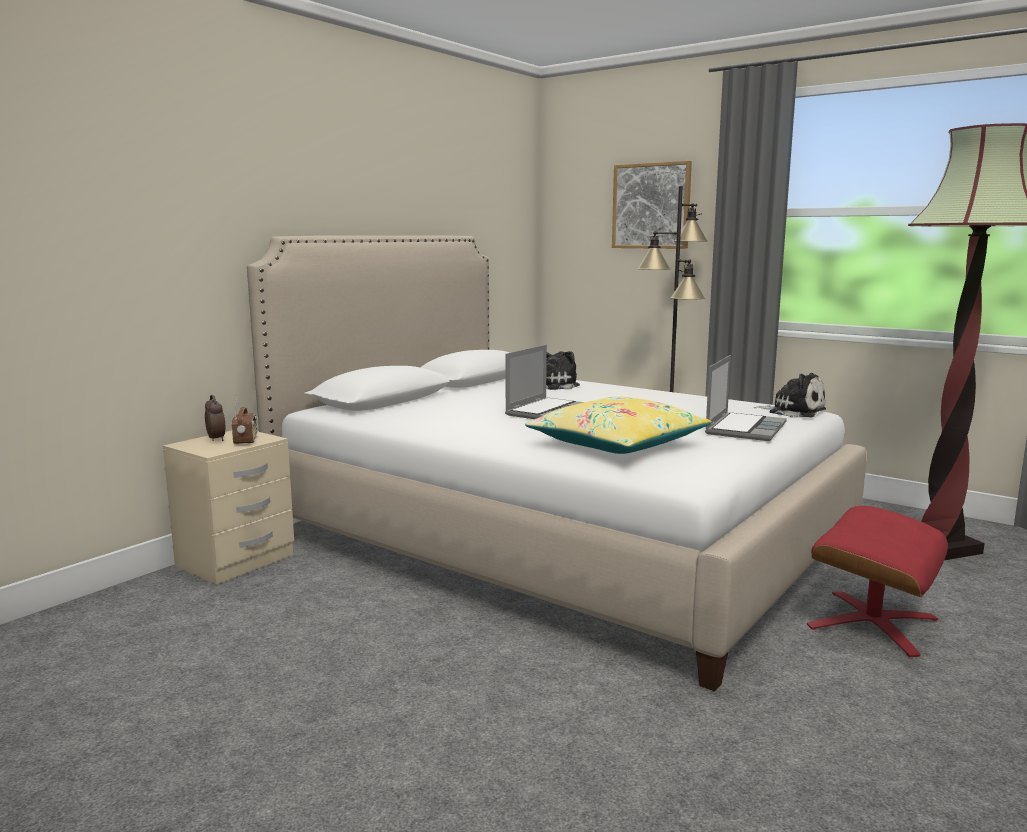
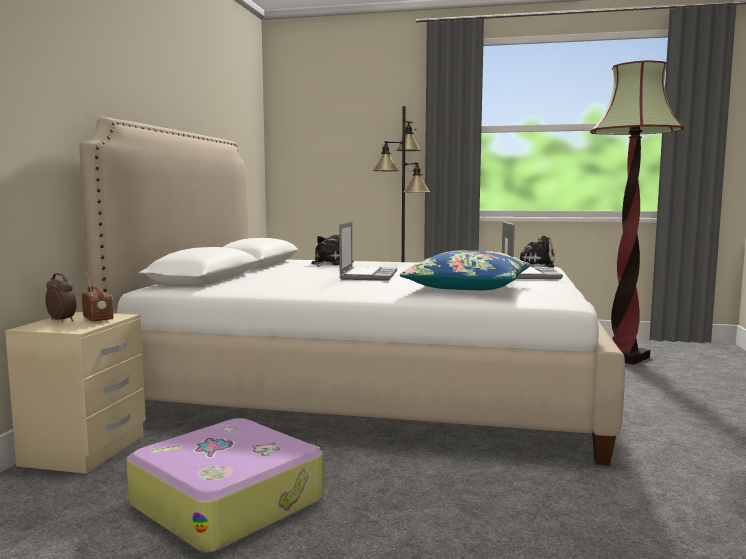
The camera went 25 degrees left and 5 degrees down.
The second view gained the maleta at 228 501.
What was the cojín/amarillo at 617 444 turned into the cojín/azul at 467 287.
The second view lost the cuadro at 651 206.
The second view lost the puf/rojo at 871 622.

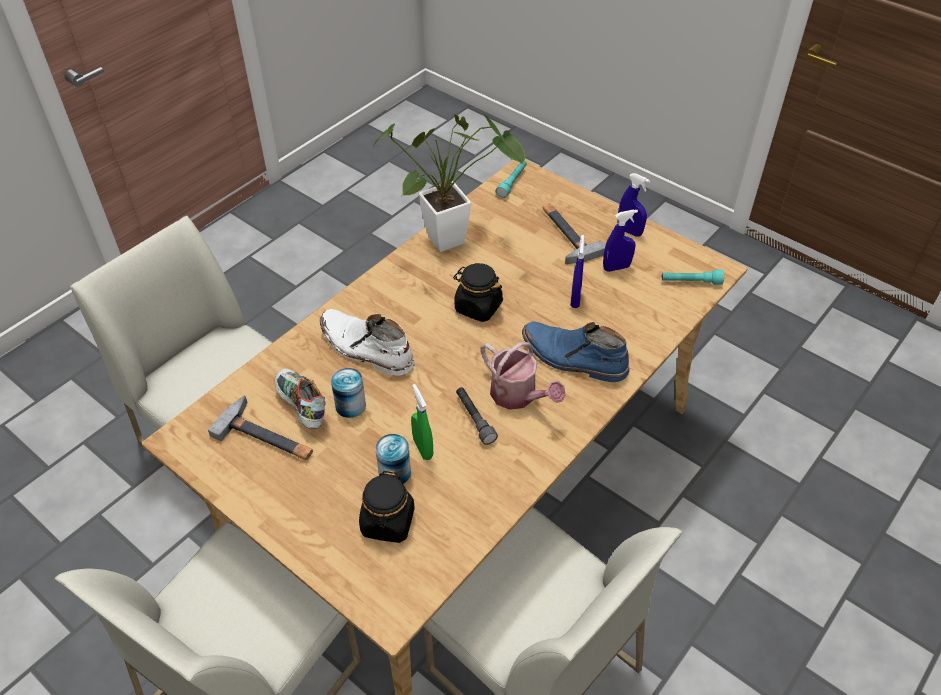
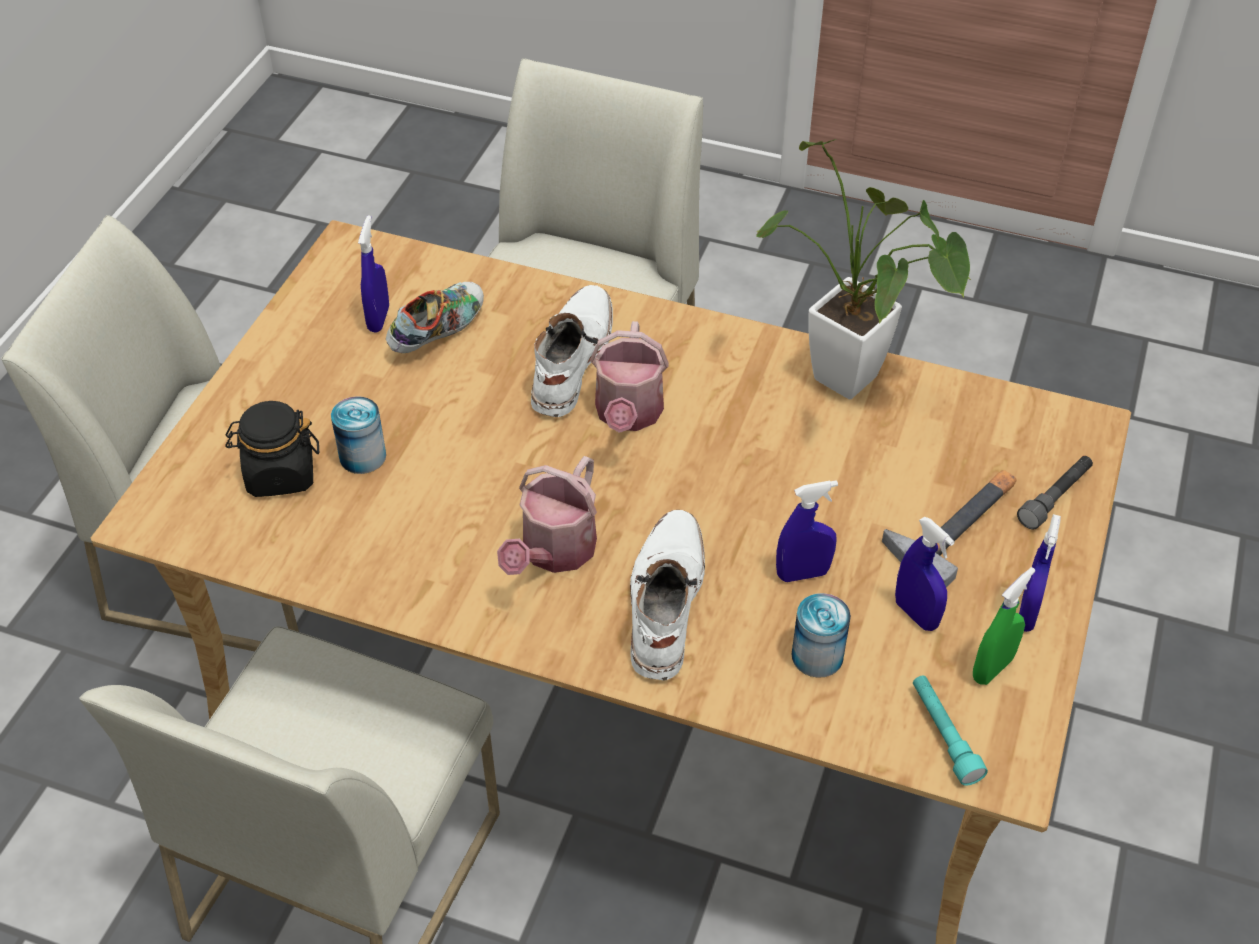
The camera went 70 degrees right and 0 degrees up.
Where the martillo stood at 268 436, the pulverizador/azul came to stand at 378 319.
The second view gained the regadera at 628 415.
What was the bota/azul at 573 358 turned into the bota/blanco at 664 602.
The lata ended up elsewhere, having gone from 350 405 to 817 656.
The pulverizador/verde ended up elsewhere, having gone from 423 448 to 992 668.
The linterna/gris ended up elsewhere, having gone from 474 419 to 1055 498.
The second view lost the tarro/negro at 478 307.
The second view lost the linterna/turquesa at 512 183.

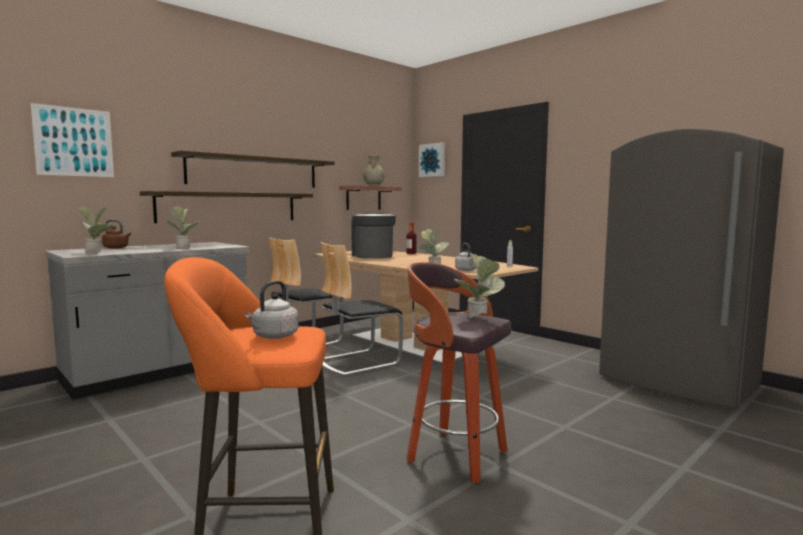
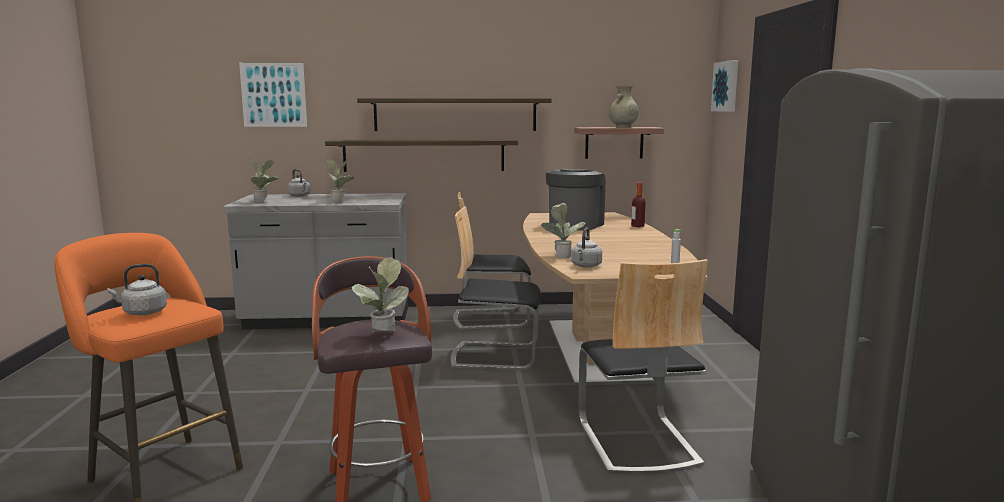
The camera went 40 degrees right and 5 degrees up.
What was the hervidor/marrón at 117 248 turned into the hervidor/gris at 300 196.
The second view gained the silla at 636 442.

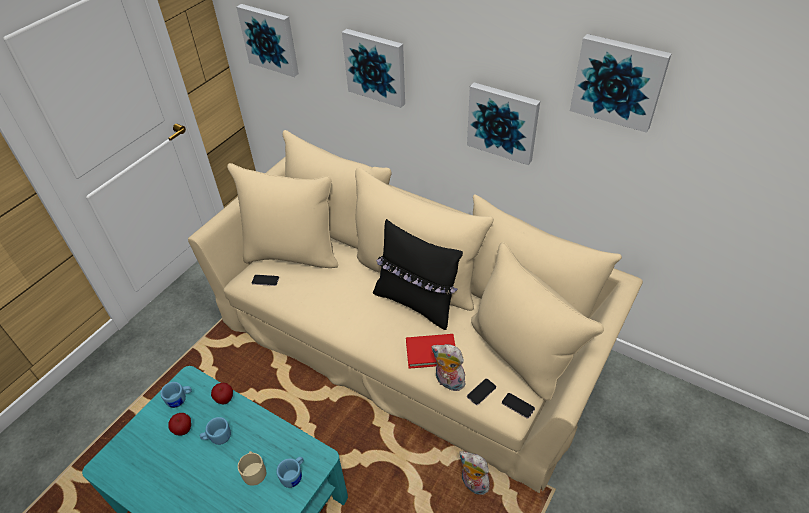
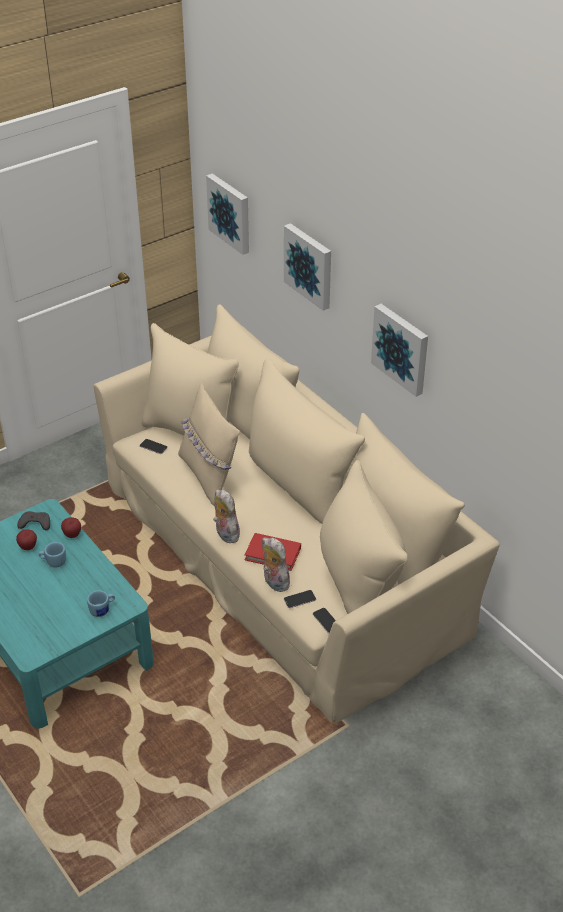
The camera went 20 degrees right and 5 degrees down.
Where the taza grande/azul stood at 180 399, the mando de consola/gris came to stand at 35 523.
The second view gained the cojín/beis at 209 476.
The peluche ended up elsewhere, having gone from 473 484 to 225 534.
The second view lost the taza grande/beis at 254 470.
The second view lost the cojín/negro at 416 302.
The second view lost the cuadro at 618 81.

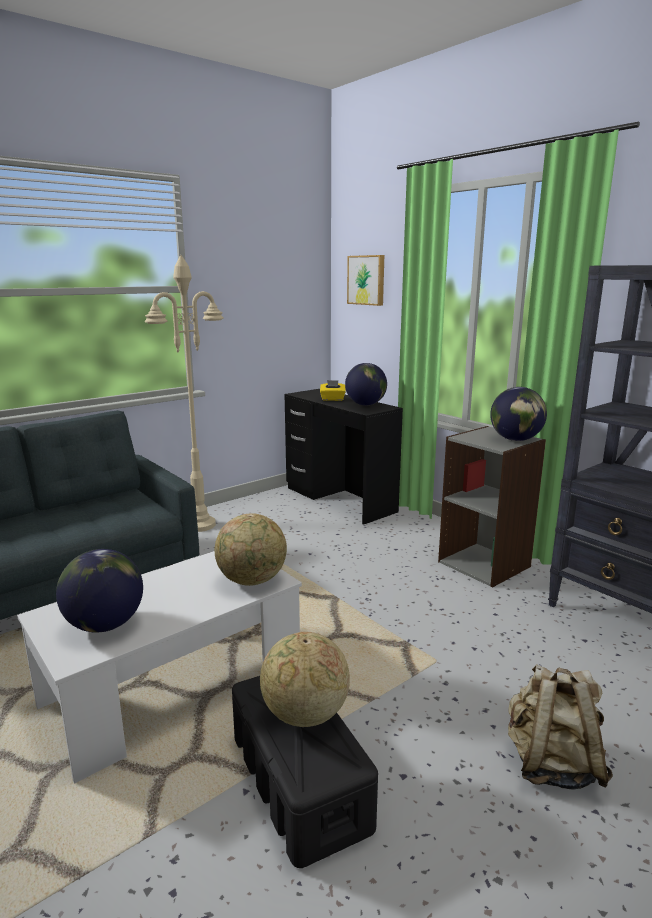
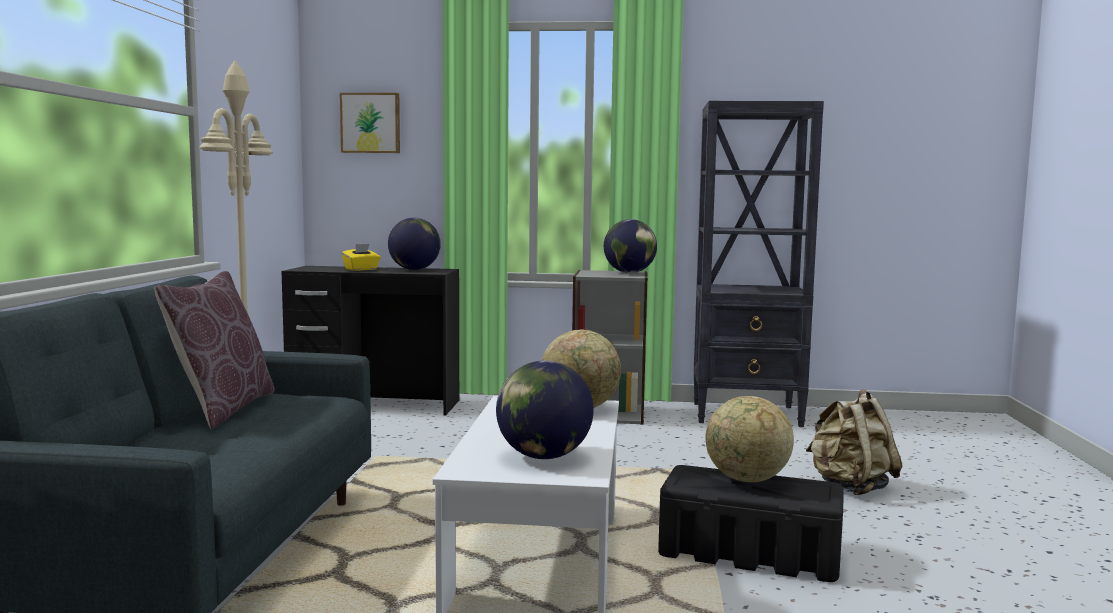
The camera went 45 degrees left and 10 degrees down.
The second view gained the cojín/marrón at 223 409.

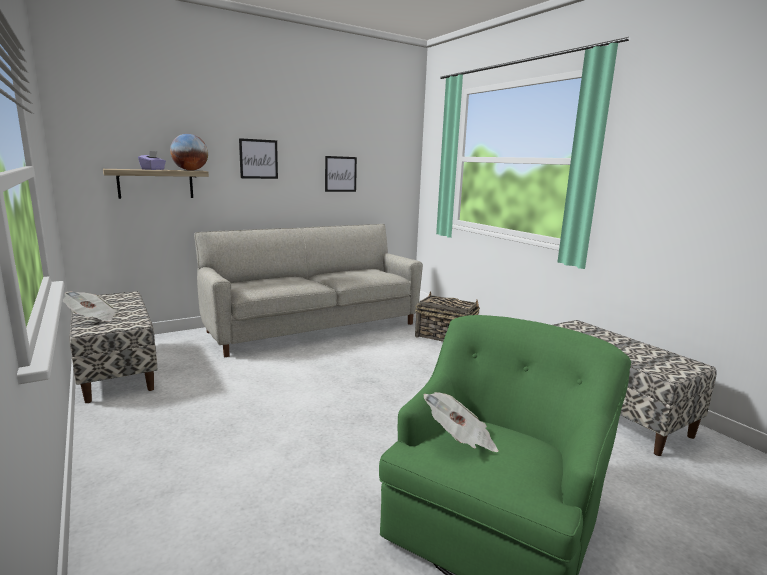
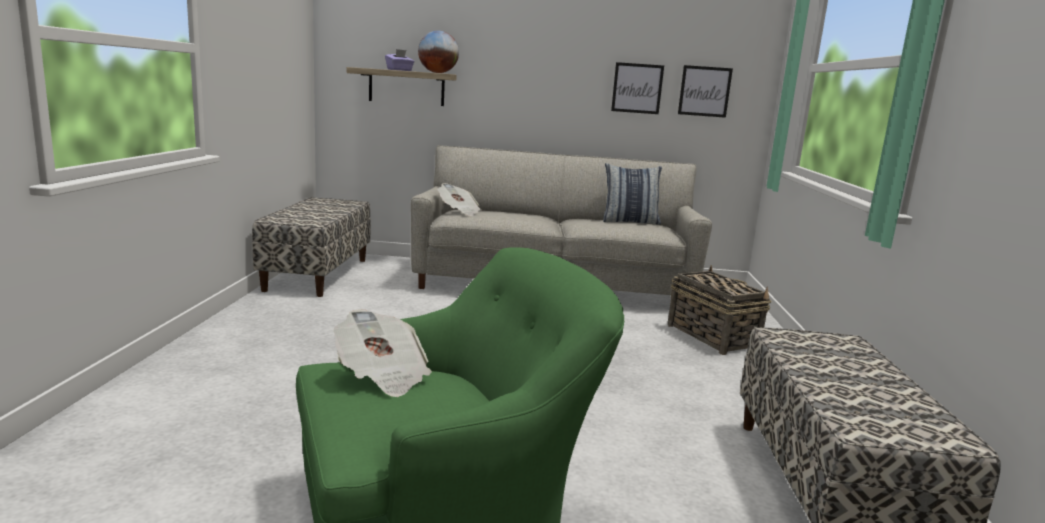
The camera went 35 degrees right and 0 degrees up.
The periódico ended up elsewhere, having gone from 92 318 to 459 211.
The second view gained the cojín at 630 221.
The cuadro ended up elsewhere, having gone from 258 159 to 704 91.

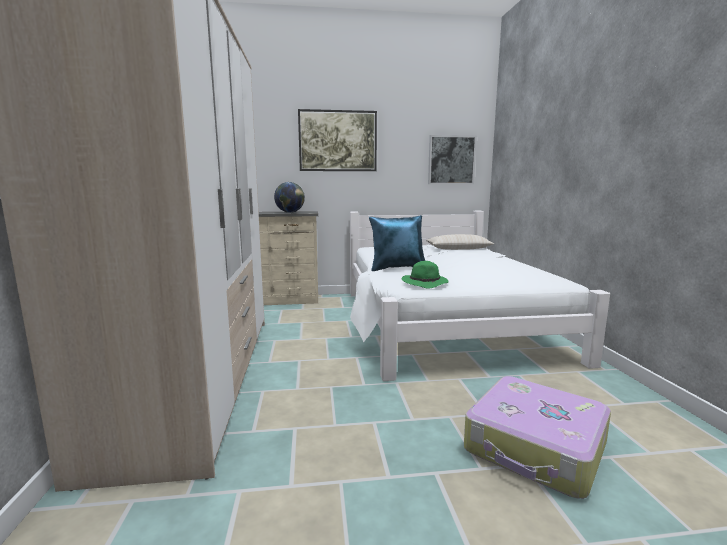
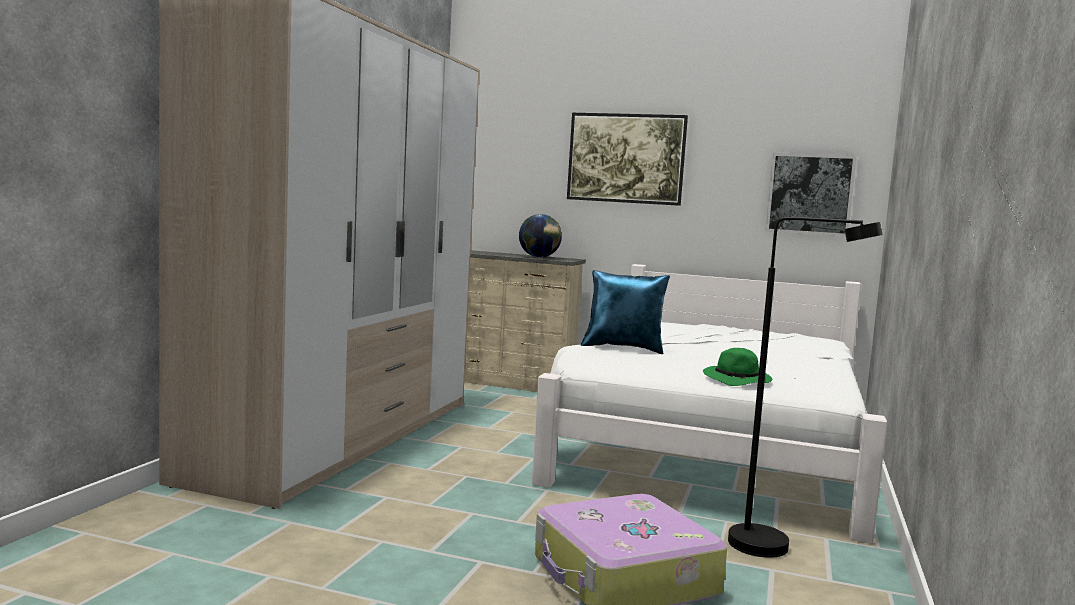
The camera went 25 degrees right and 5 degrees down.
The sombrero/verde ended up elsewhere, having gone from 425 283 to 738 380.
The second view gained the lámpara de pie/negro at 776 548.
The second view lost the cojín/beis at 458 249.

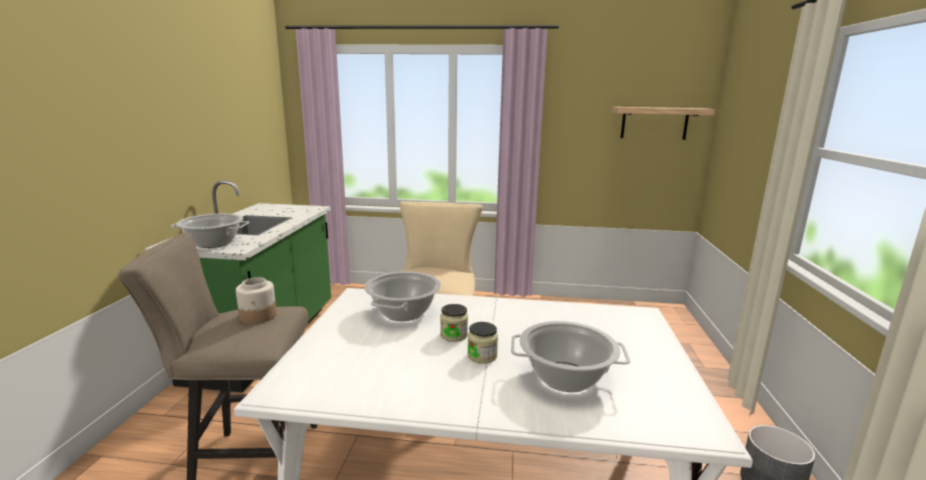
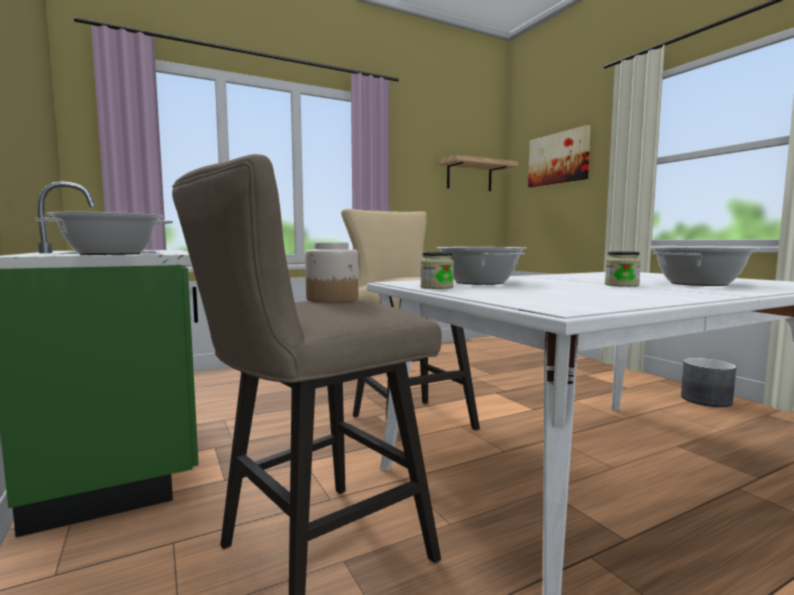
The camera went 35 degrees left and 10 degrees down.
The tarro ended up elsewhere, having gone from 453 335 to 436 287.
The second view gained the cuadro at 558 158.

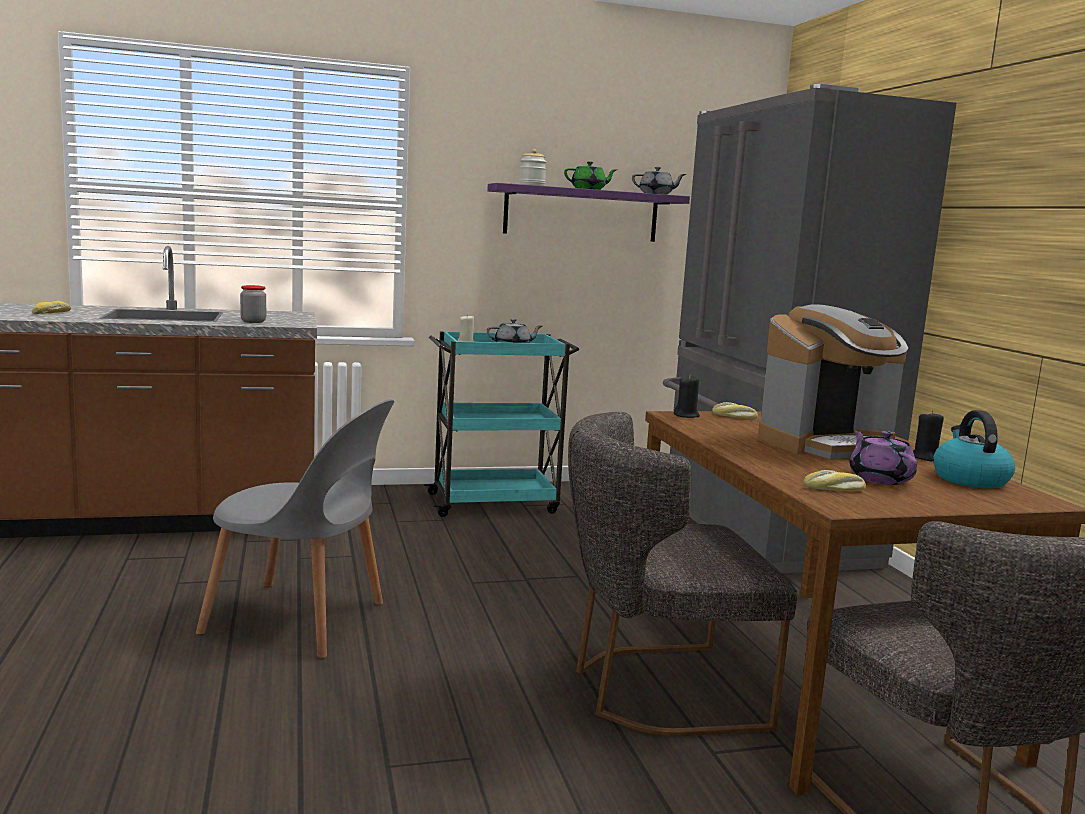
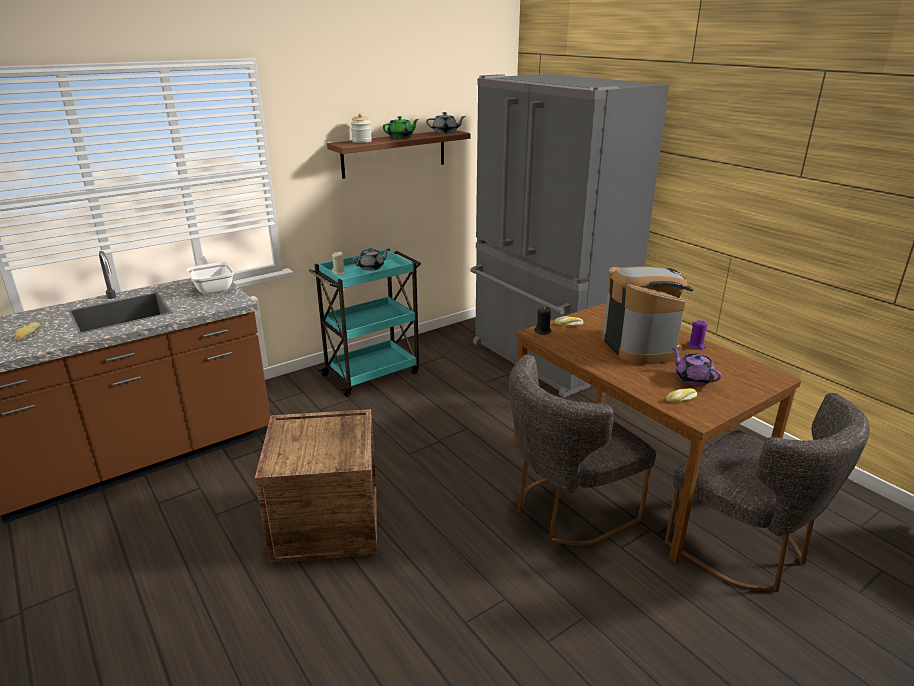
The camera went 20 degrees left and 15 degrees up.
The second view gained the sartén at 213 288.
Where the silla/gris stood at 301 620, the caja de embalaje came to stand at 327 522.
What was the estante/morado at 581 214 turned into the estante/marrón at 394 153.
The cafetera at 826 445 ended up facing another way, 60 degrees counterclockwise from before.
What was the vela/negro at 926 458 turned into the vela/morado at 696 346.
The second view lost the tarro at 253 321.
The second view lost the hervidor at 969 479.

